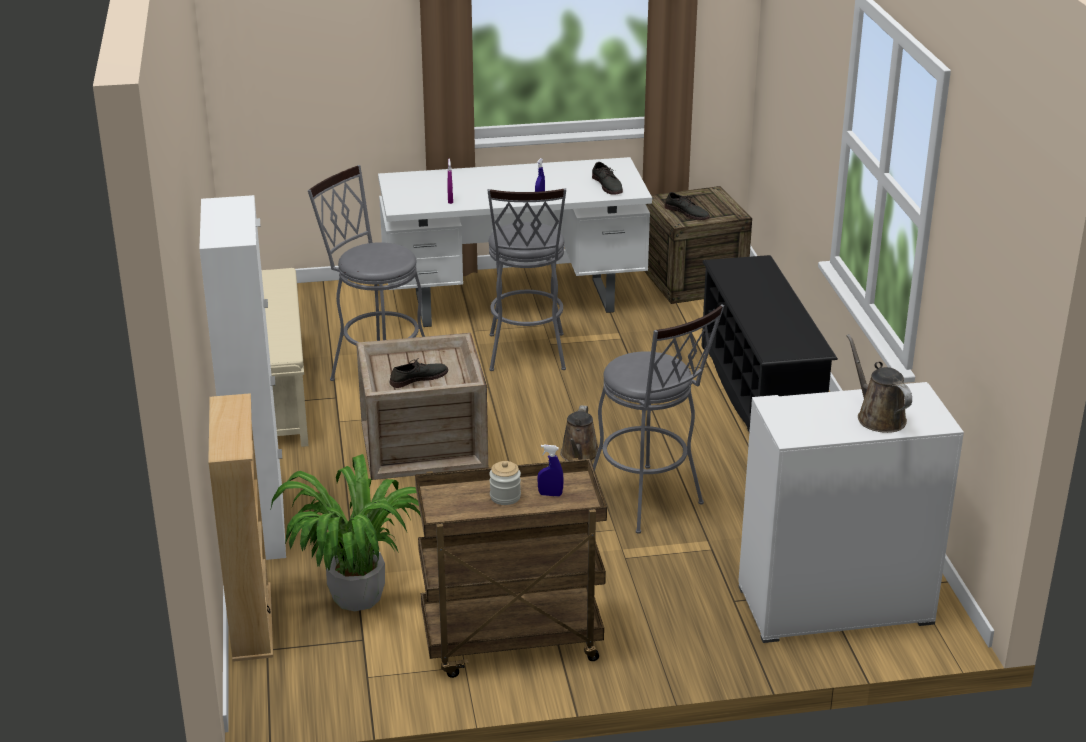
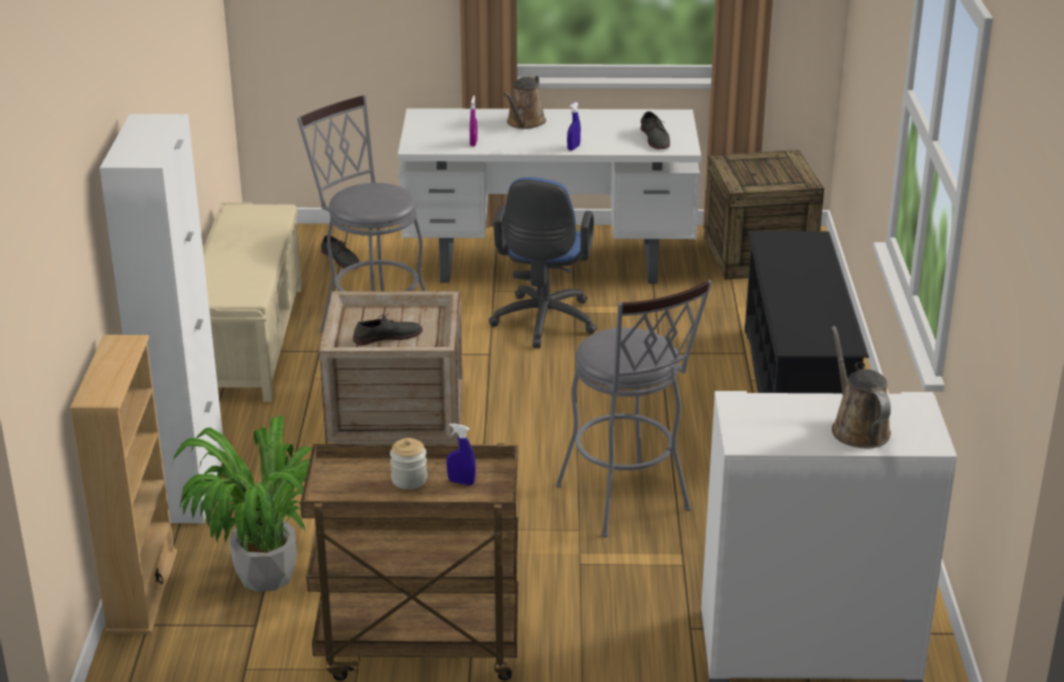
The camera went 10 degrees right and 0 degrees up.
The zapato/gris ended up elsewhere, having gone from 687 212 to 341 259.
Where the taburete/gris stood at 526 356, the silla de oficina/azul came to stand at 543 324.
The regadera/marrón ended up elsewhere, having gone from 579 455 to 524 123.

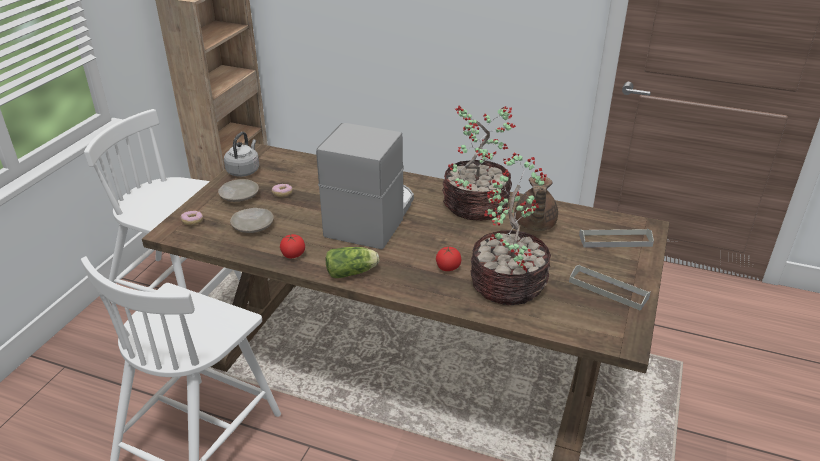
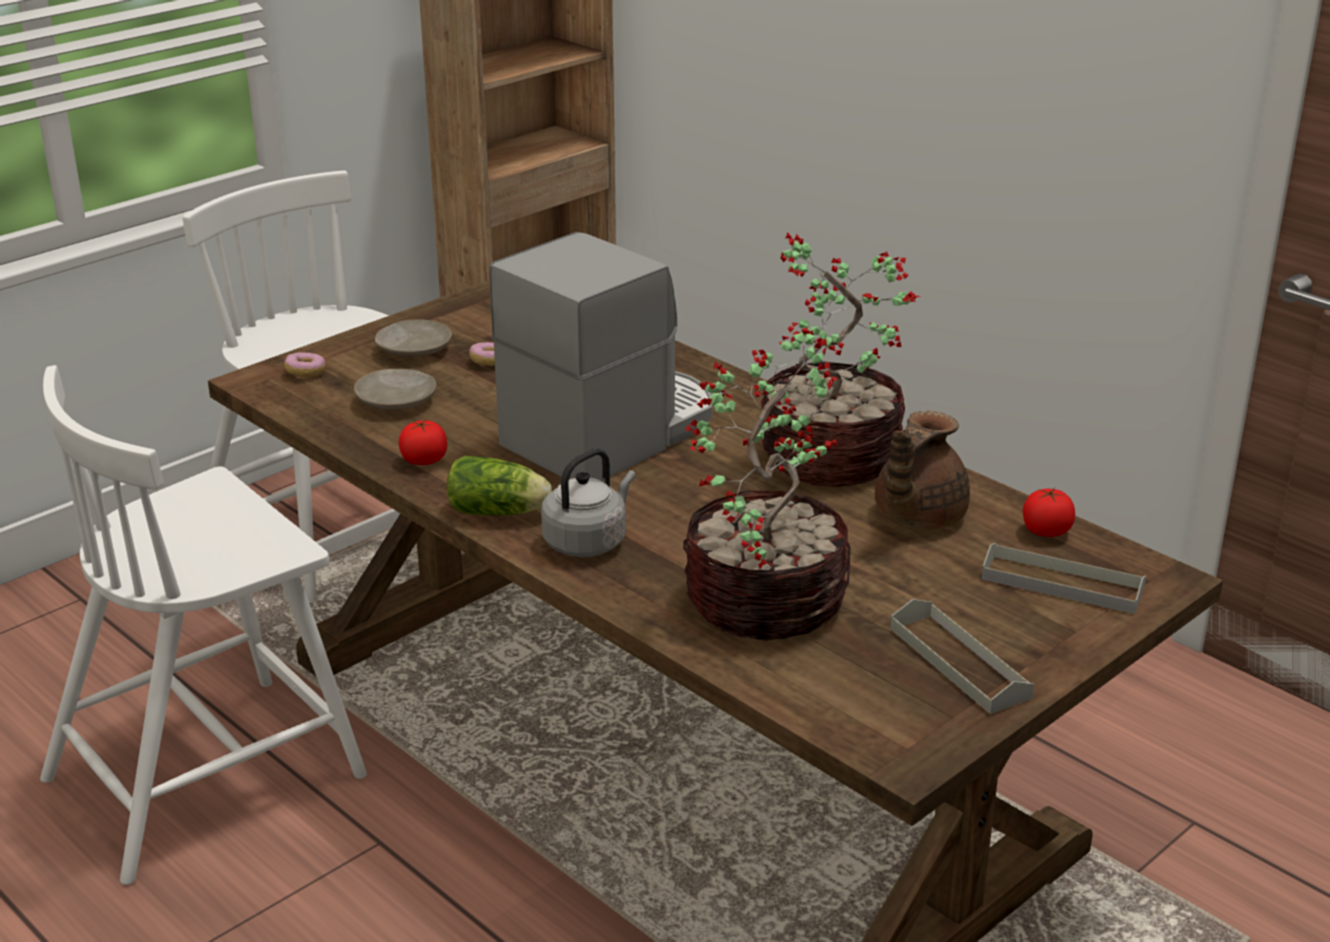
The camera went 25 degrees right and 5 degrees down.
The hervidor/gris ended up elsewhere, having gone from 244 170 to 588 541.
The tomate ended up elsewhere, having gone from 448 267 to 1046 531.

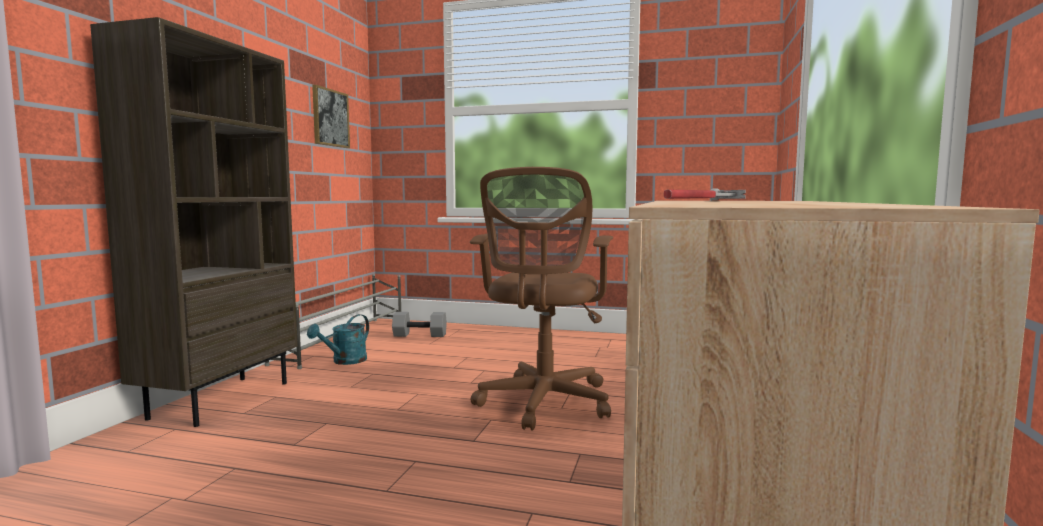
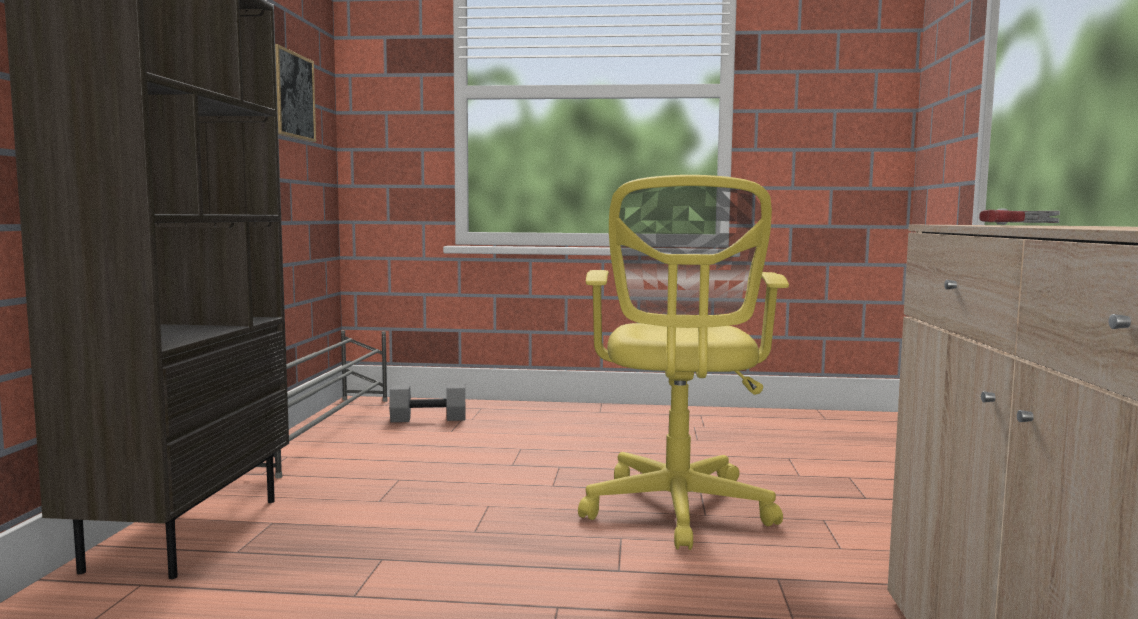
The camera went 10 degrees left and 0 degrees up.
What was the silla de oficina/marrón at 543 404 turned into the silla de oficina/amarillo at 677 511.
The second view lost the regadera/turquesa at 345 361.

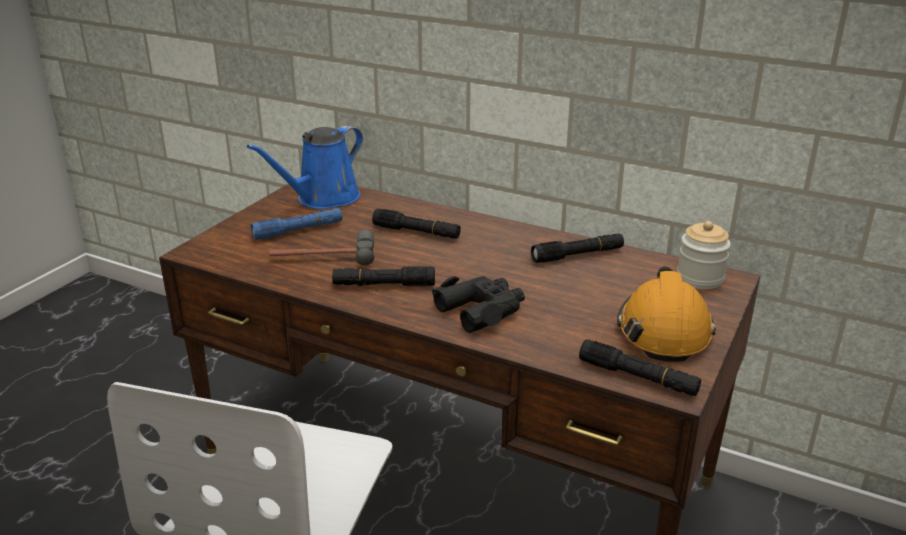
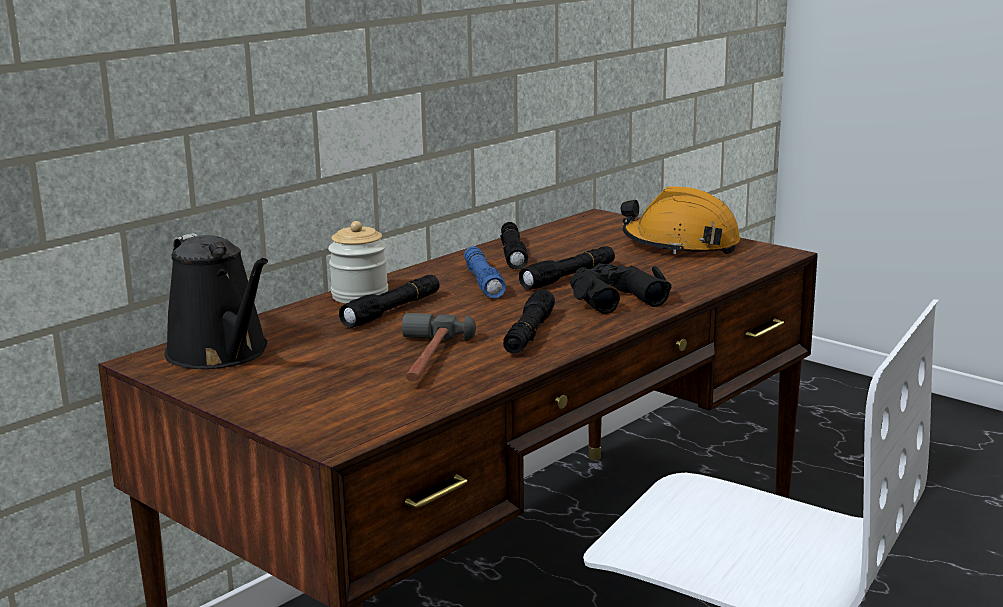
The camera went 75 degrees left and 10 degrees down.
What was the regadera/azul at 323 199 turned into the regadera/negro at 221 354.
The tarro ended up elsewhere, having gone from 699 278 to 360 296.
The linterna/azul ended up elsewhere, having gone from 298 231 to 483 281.
The linterna/negro ended up elsewhere, having gone from 638 377 to 569 277.

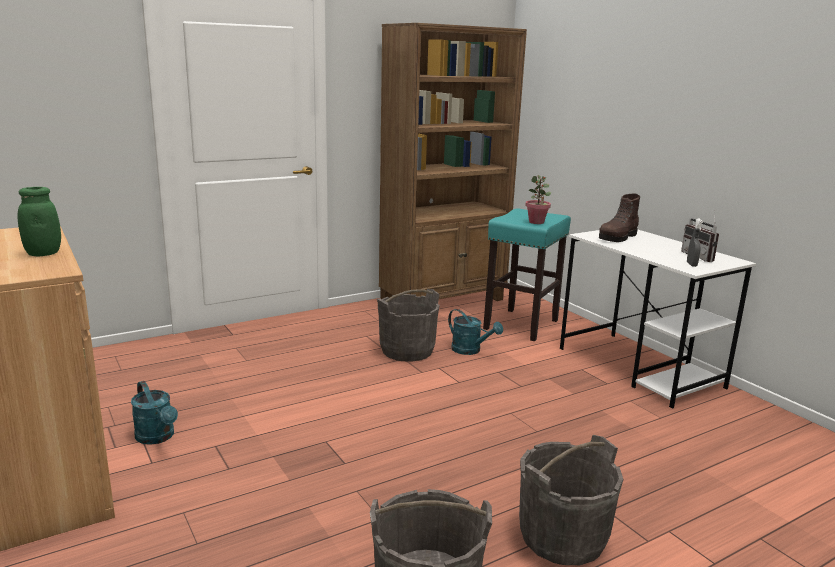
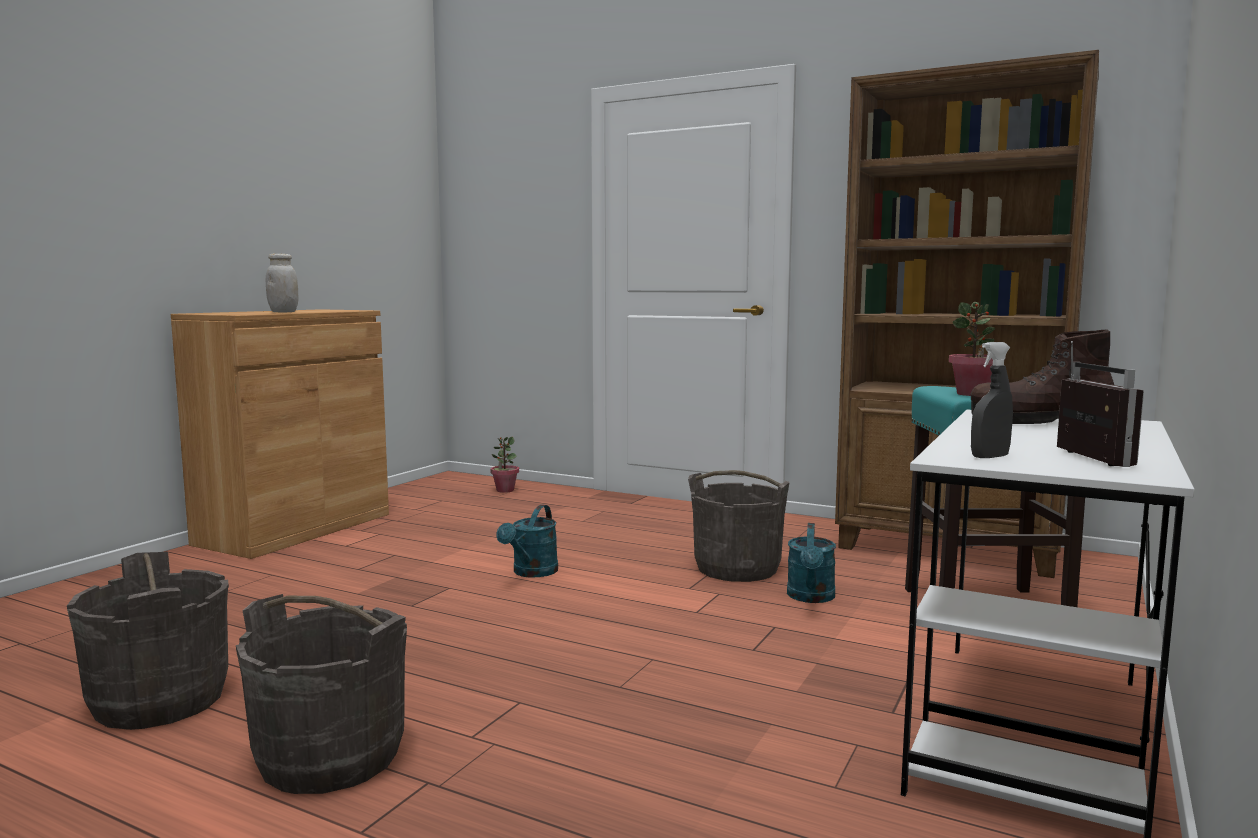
The camera went 60 degrees right and 10 degrees down.
What was the tarro/verde at 43 253 turned into the tarro/blanco at 283 312.
The second view gained the planta en maceta at 505 490.
The regadera/turquesa ended up elsewhere, having gone from 158 437 to 531 573.
The radio at 701 257 ended up facing another way, 135 degrees clockwise from before.

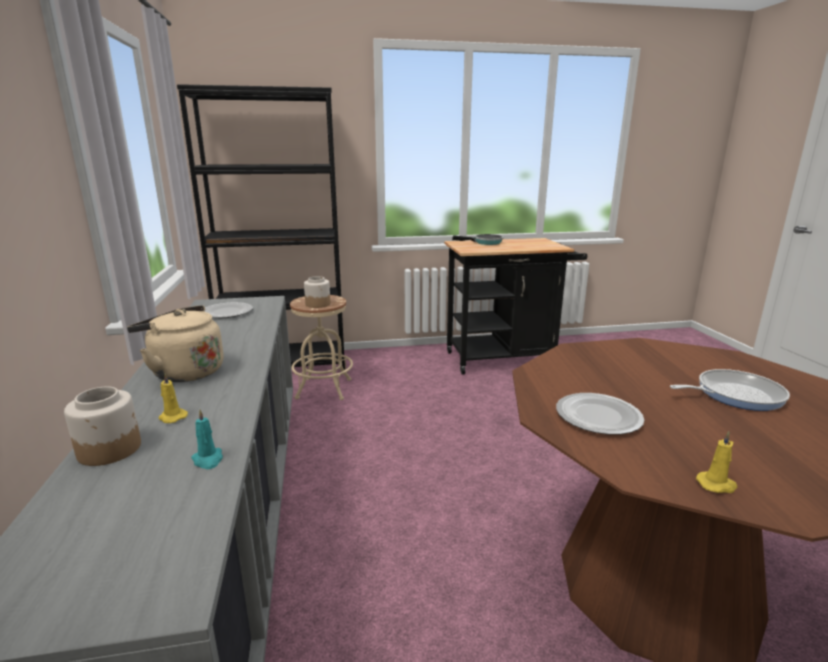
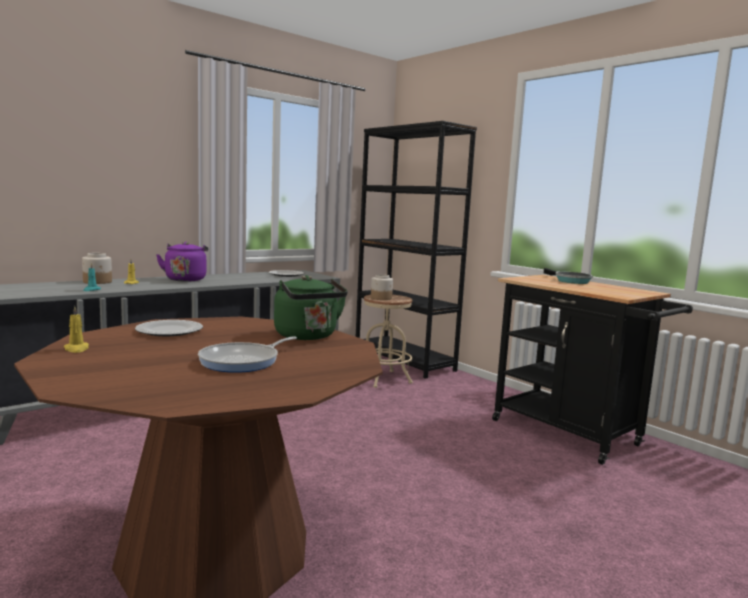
The camera went 60 degrees right and 10 degrees down.
What was the hervidor/beis at 184 372 turned into the hervidor/morado at 186 279.
The sartén at 734 394 ended up facing another way, 75 degrees clockwise from before.
The second view gained the hervidor/verde at 308 336.

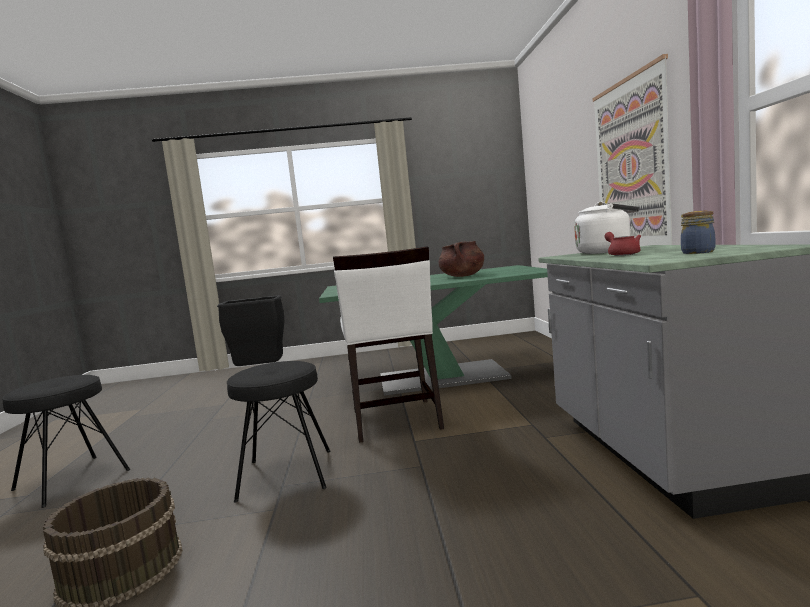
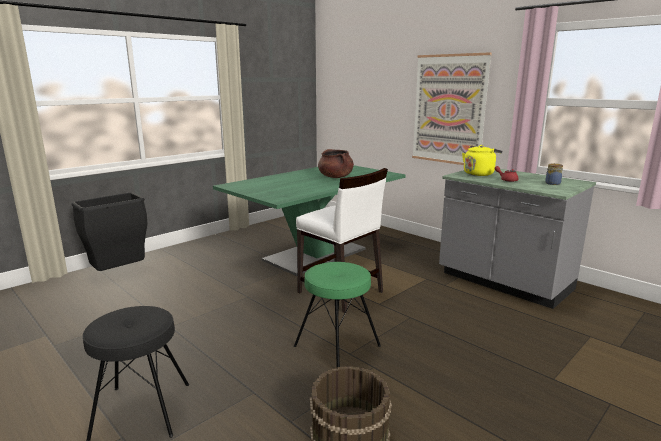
The camera went 40 degrees left and 10 degrees up.
What was the taburete/negro at 286 474 turned into the taburete/verde at 337 346.
What was the hervidor/blanco at 606 252 turned into the hervidor/amarillo at 479 173.

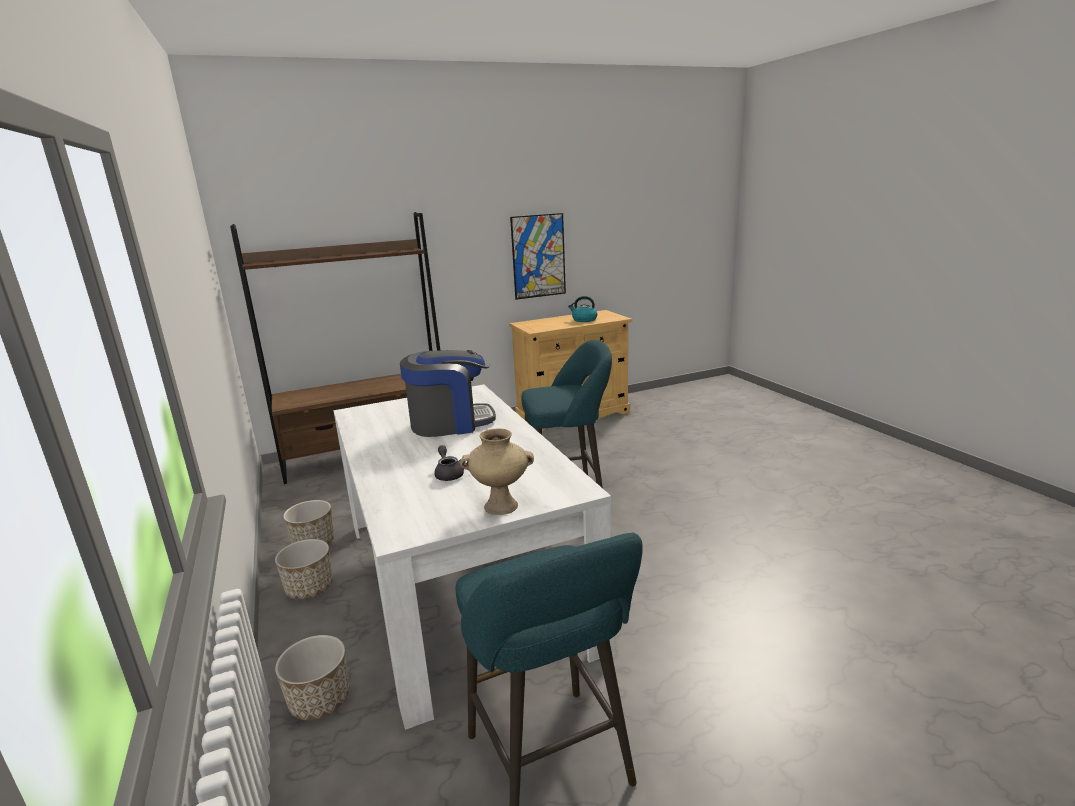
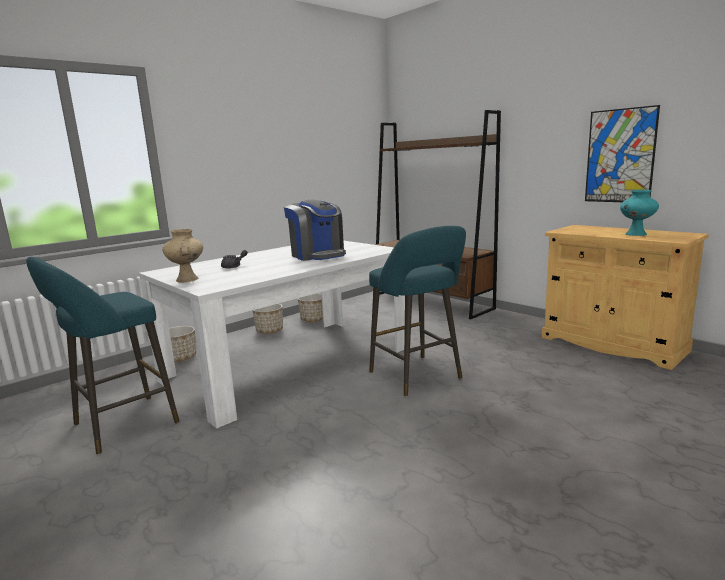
The camera went 70 degrees right and 5 degrees down.
Where the hervidor stood at 584 320, the florero/turquesa came to stand at 636 234.

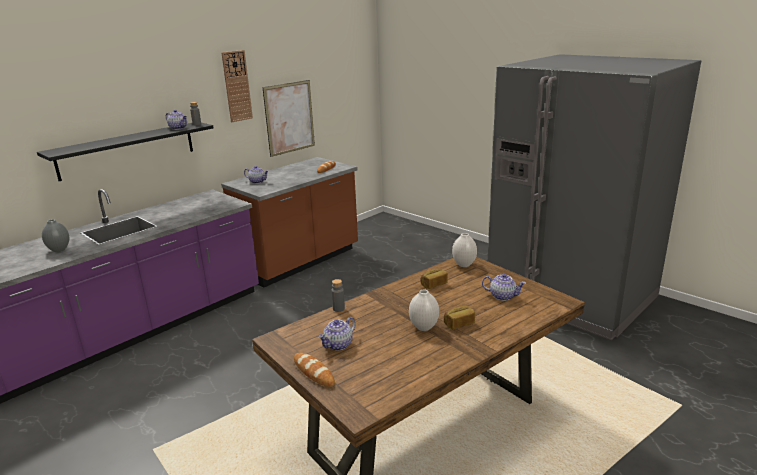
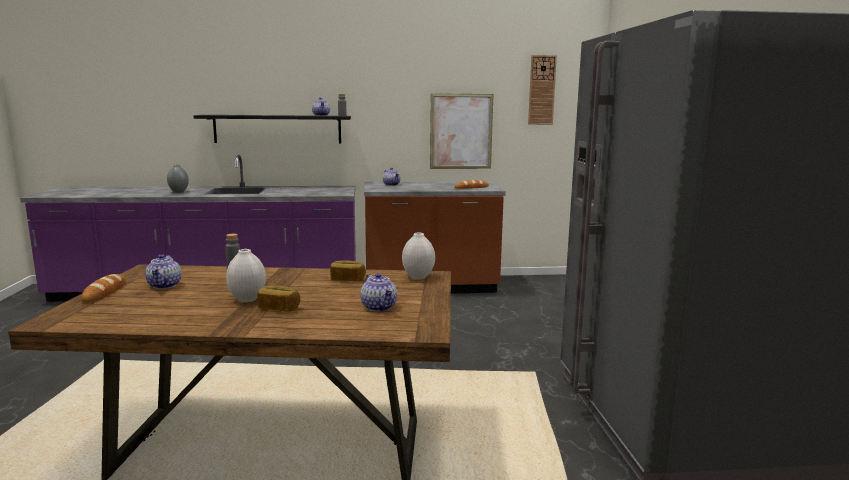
The camera went 40 degrees right and 10 degrees down.
The tetera at 338 345 ended up facing another way, 90 degrees counterclockwise from before.
The reloj de pared ended up elsewhere, having gone from 237 86 to 541 90.

